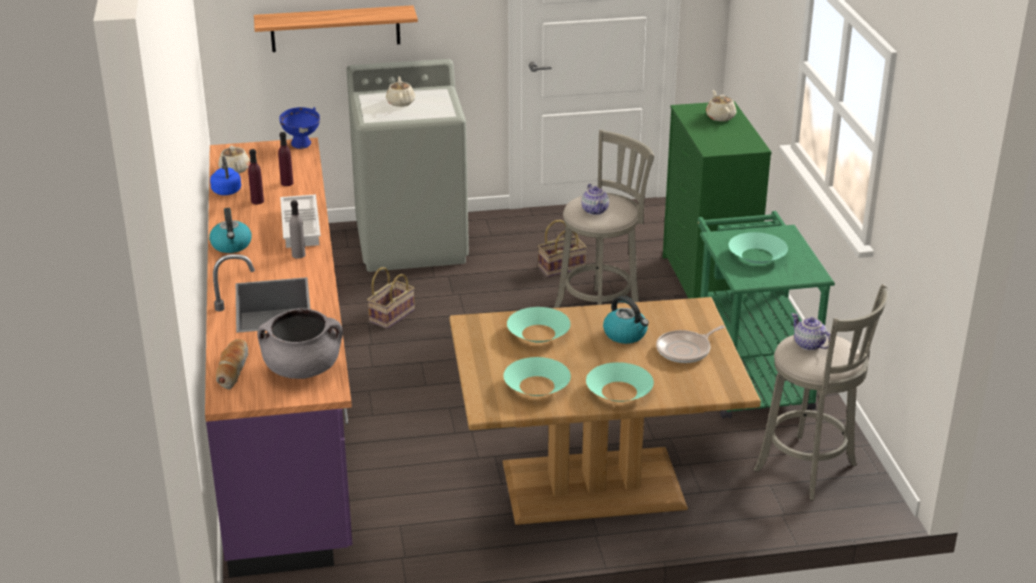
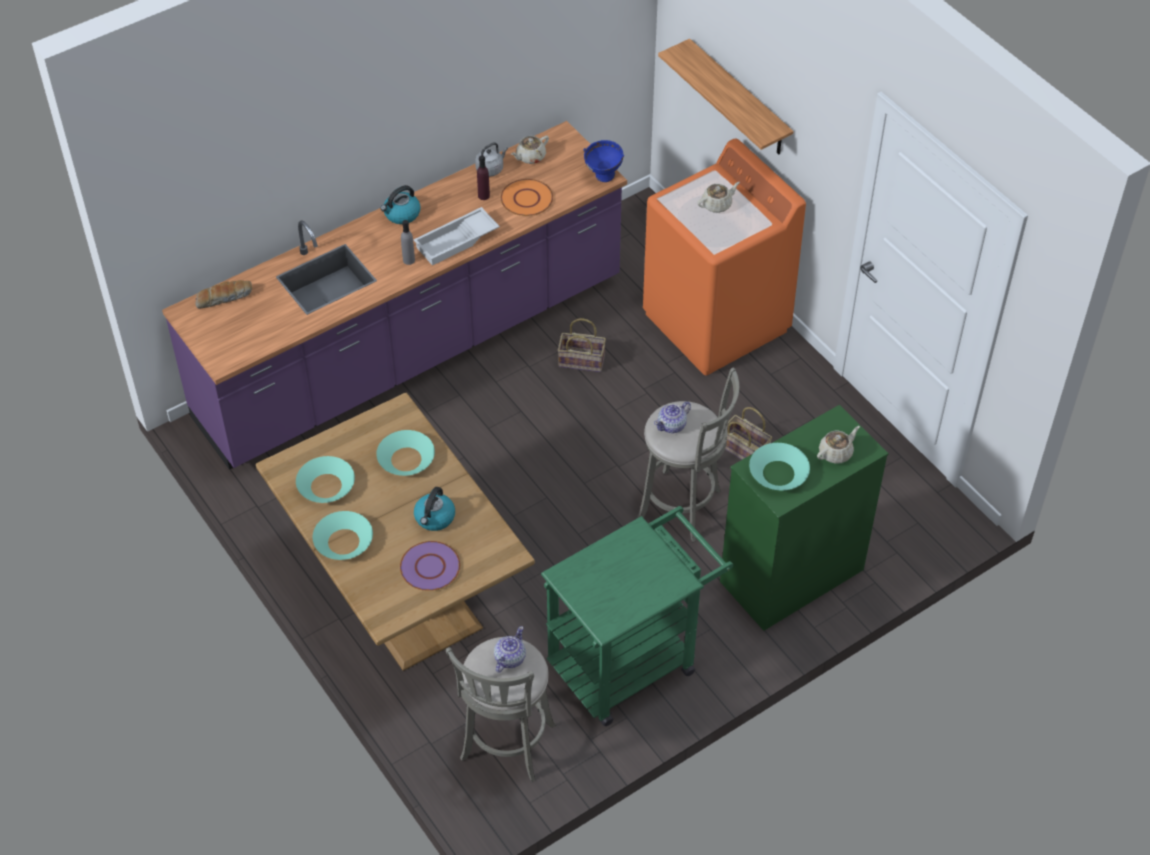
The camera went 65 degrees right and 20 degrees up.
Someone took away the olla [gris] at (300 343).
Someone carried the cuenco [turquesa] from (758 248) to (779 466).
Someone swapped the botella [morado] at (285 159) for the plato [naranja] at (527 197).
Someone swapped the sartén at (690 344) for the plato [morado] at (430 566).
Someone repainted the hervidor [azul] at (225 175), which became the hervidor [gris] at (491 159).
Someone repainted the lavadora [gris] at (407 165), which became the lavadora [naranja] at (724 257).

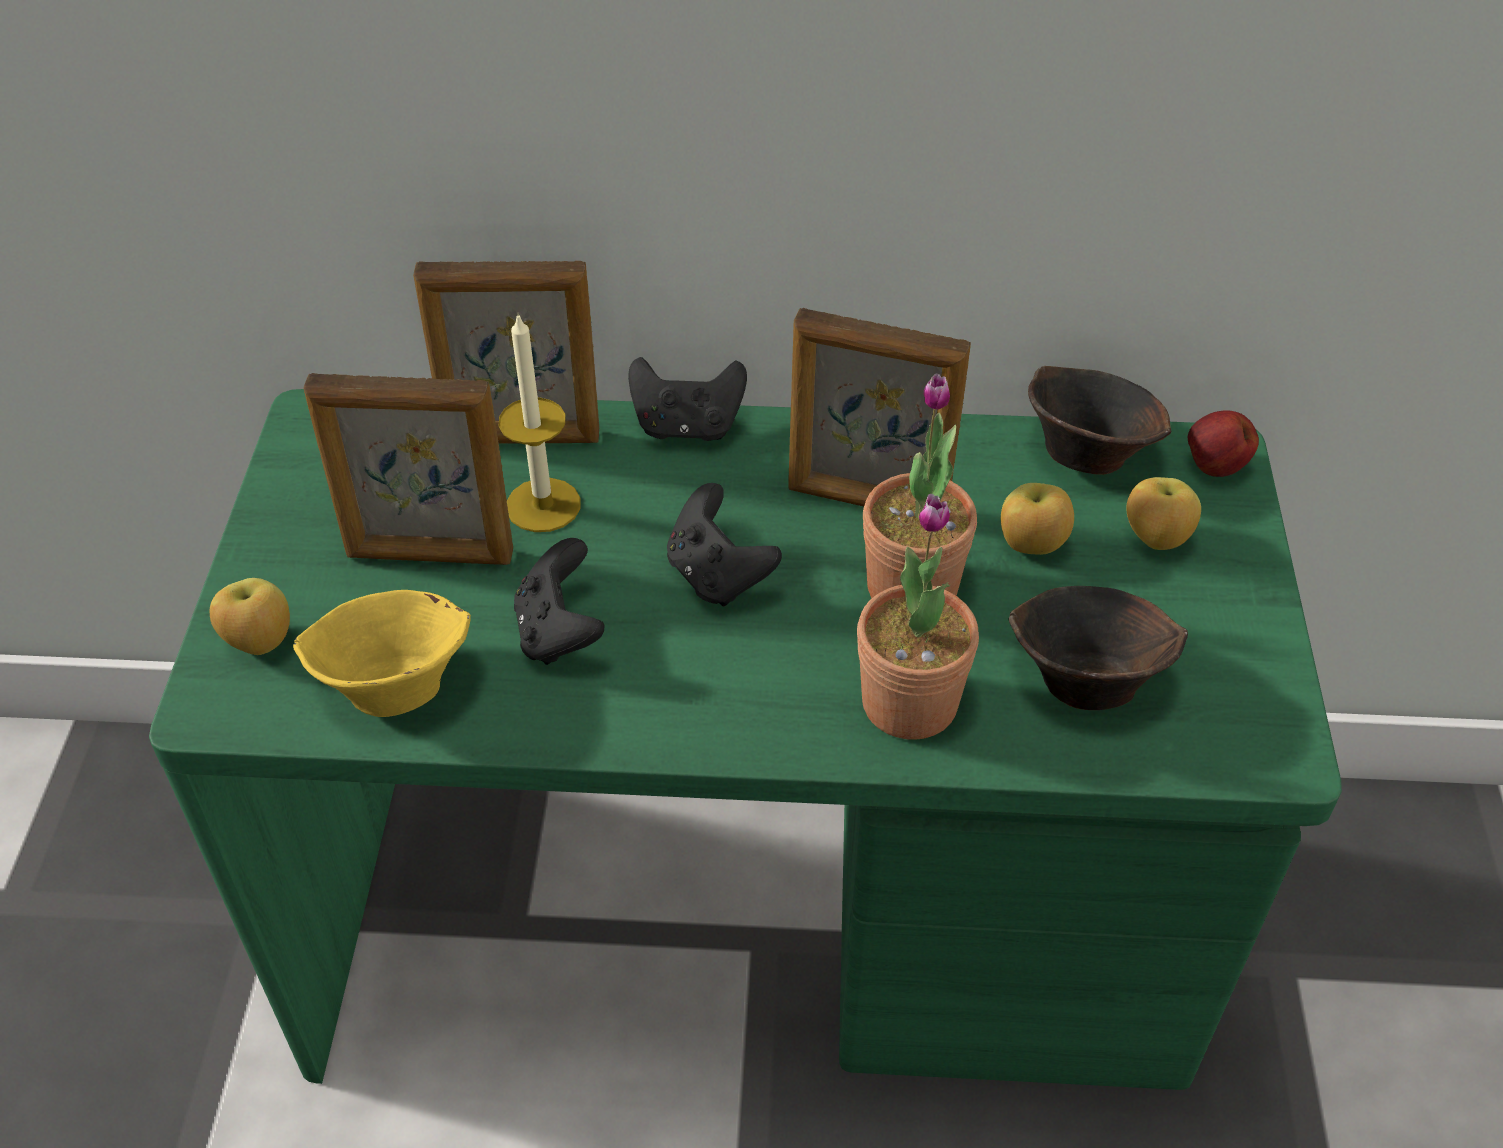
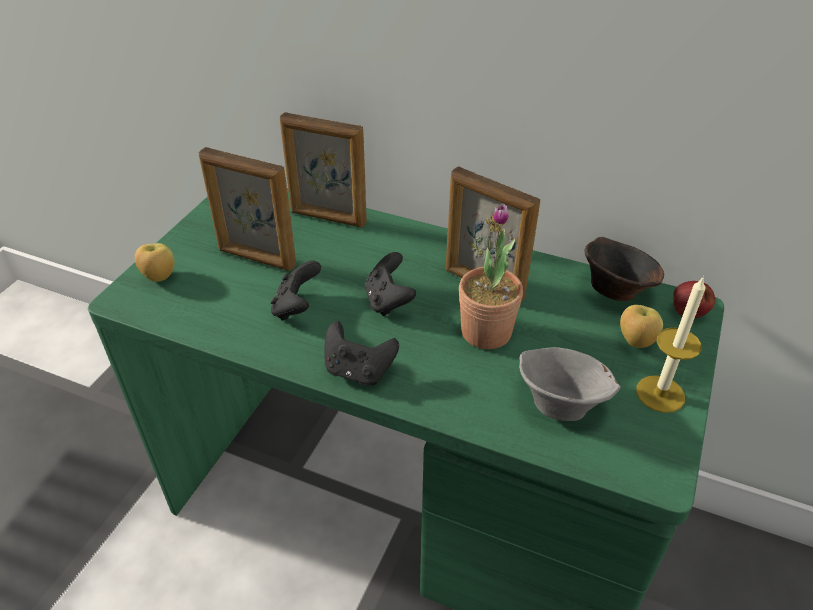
The camera went 20 degrees right and 5 degrees down.
Someone took away the cuenco [amarillo] at (382 653).
Someone took away the planta en maceta at (918 616).
Someone took away the manzana at (1037 519).
Someone carried the vela from (540 422) to (671 344).
Someone carried the mando de consola [negro] from (687 399) to (361 353).
Someone repainted the cuenco [marrón] at (1098 648), which became the cuenco [gris] at (570 384).

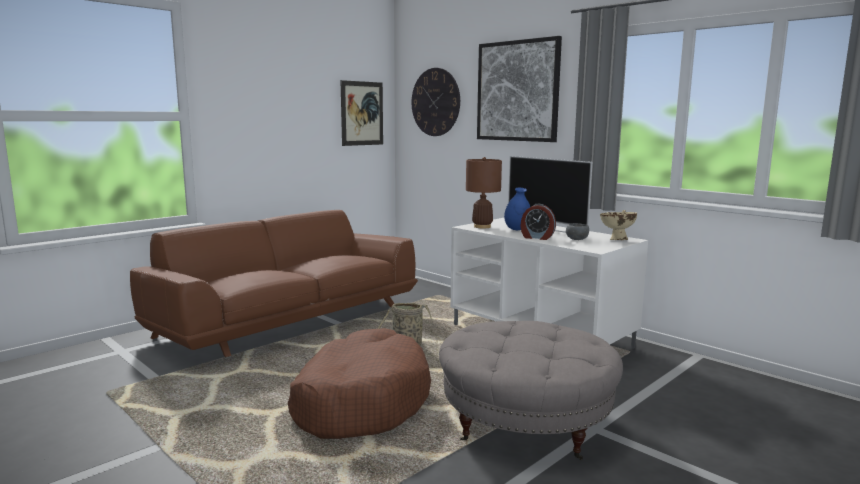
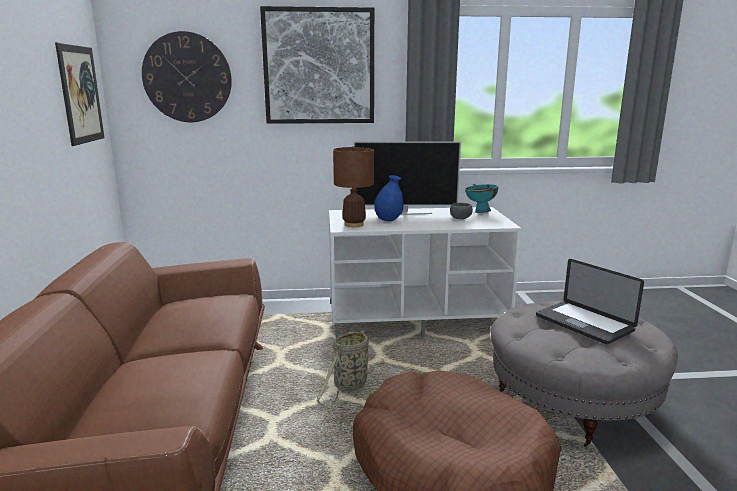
The camera went 50 degrees left and 5 degrees up.
Someone took away the despertador at (538 222).
Someone put down the portátil at (590 301).
Someone repainted the cuenco [beis] at (618 225), which became the cuenco [turquesa] at (481 198).

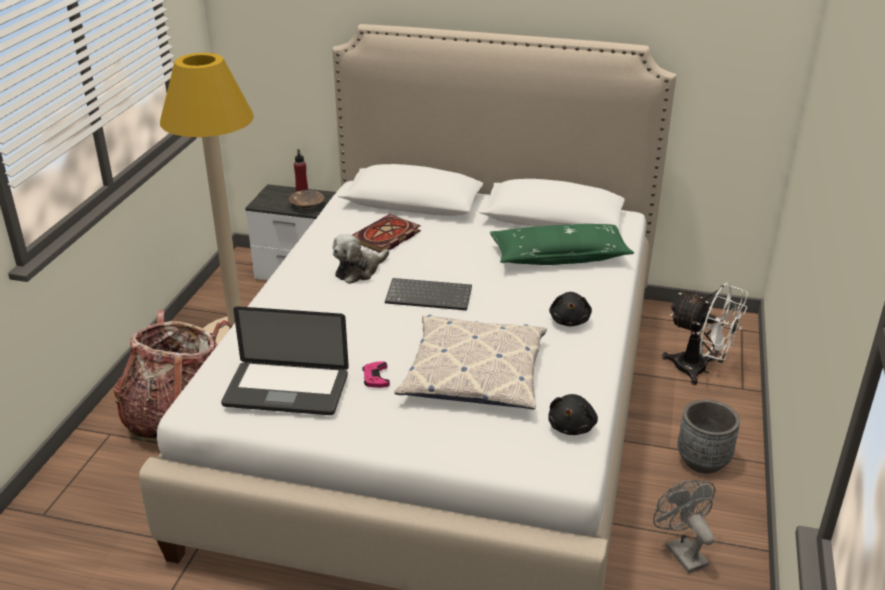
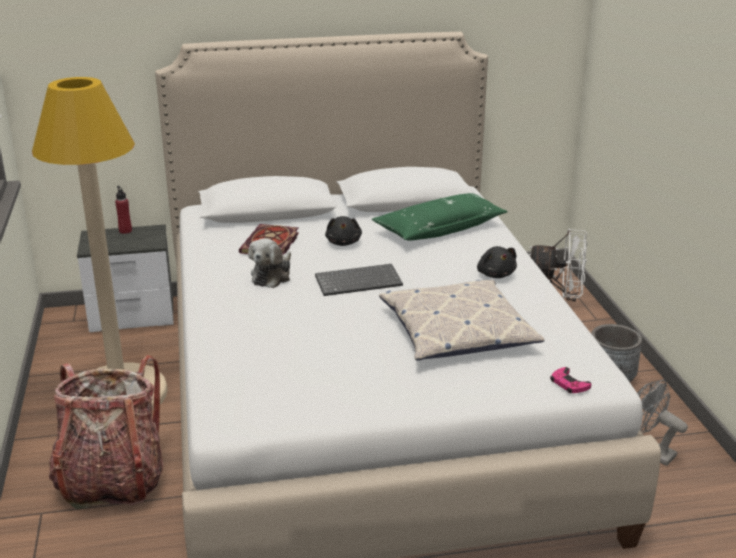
The camera went 25 degrees left and 5 degrees down.
Someone took away the portátil at (285 360).
Someone took away the cuenco [marrón] at (307 200).
Someone carried the mando de consola [rosa] from (376 374) to (570 380).
Someone carried the peluche [negro] from (573 414) to (343 231).

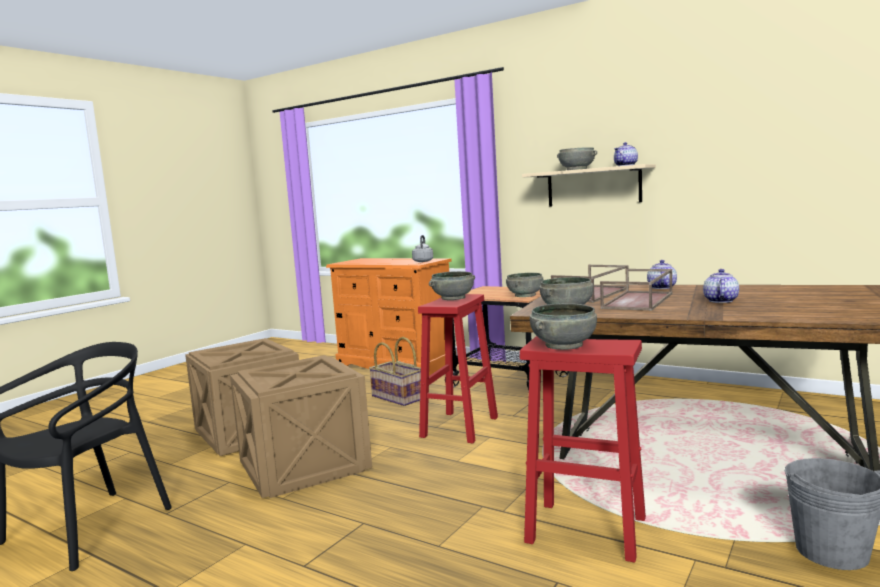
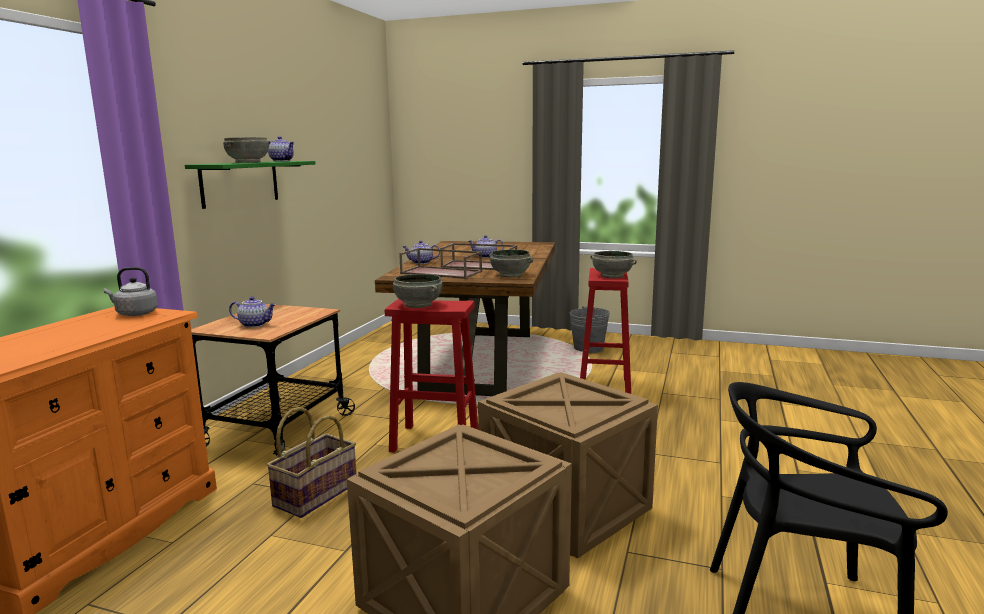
The camera went 105 degrees left and 5 degrees up.
Someone took away the cuenco [gris] at (524 285).
Someone put down the tetera at (252 312).
Someone repainted the estante [beis] at (589 185), which became the estante [verde] at (250 185).

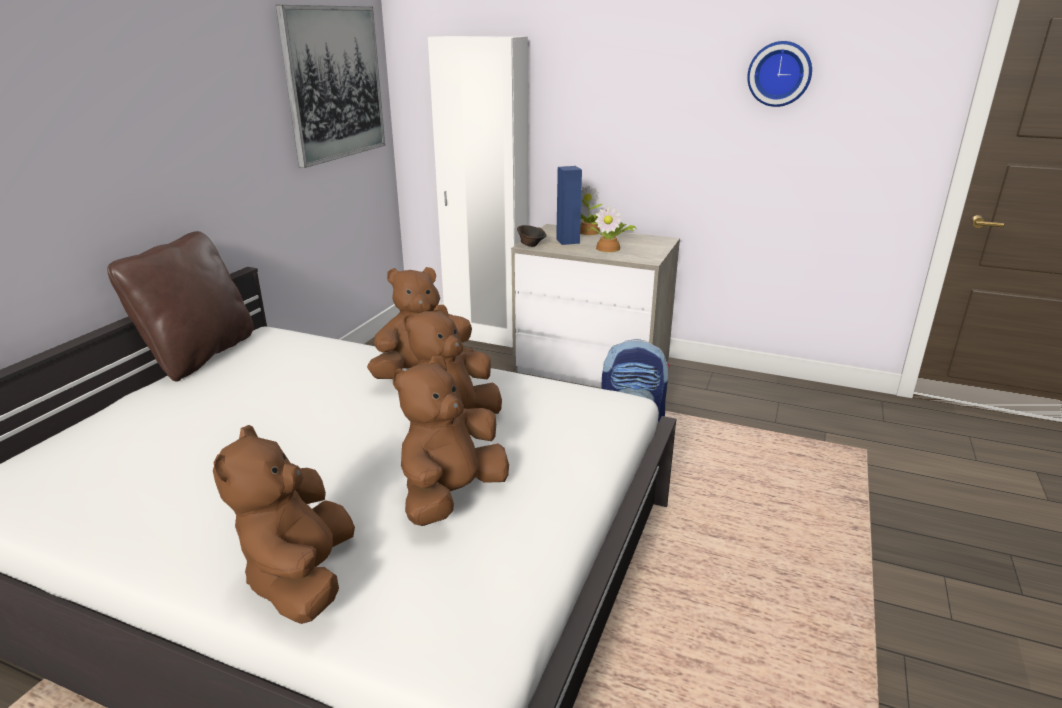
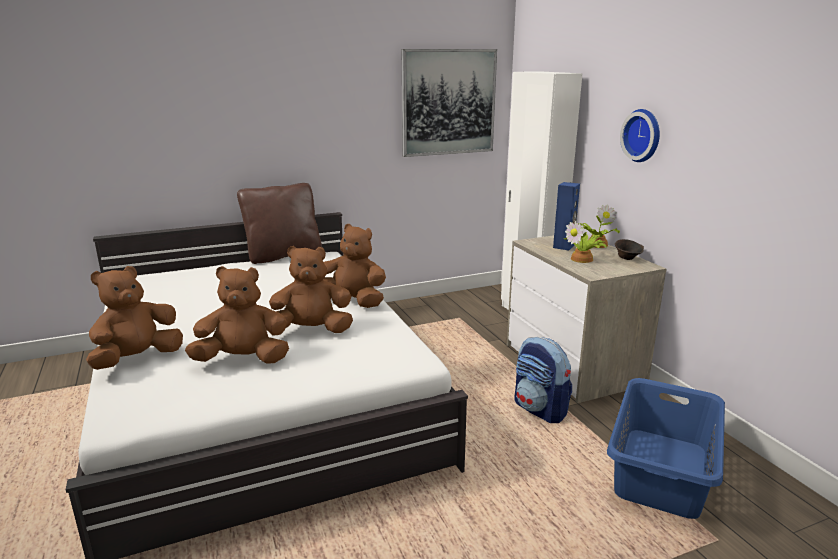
The camera went 45 degrees right and 5 degrees down.
Someone put down the cesto de la ropa [azul] at (666 448).
Someone carried the cuenco [marrón] from (532 236) to (629 249).
Someone carried the reloj de pared from (779 74) to (640 135).

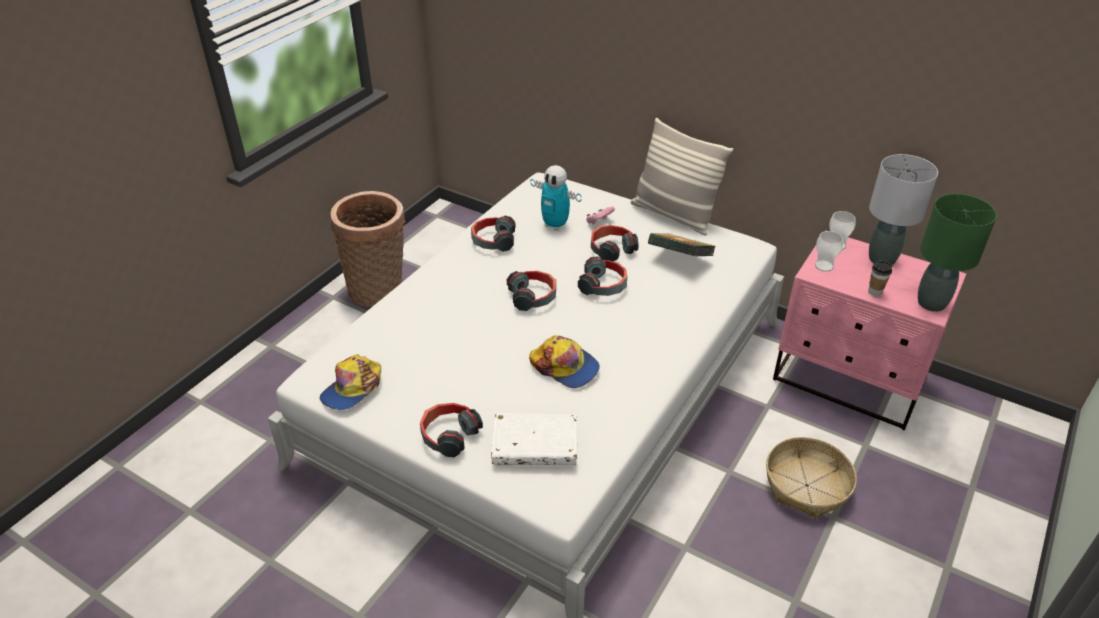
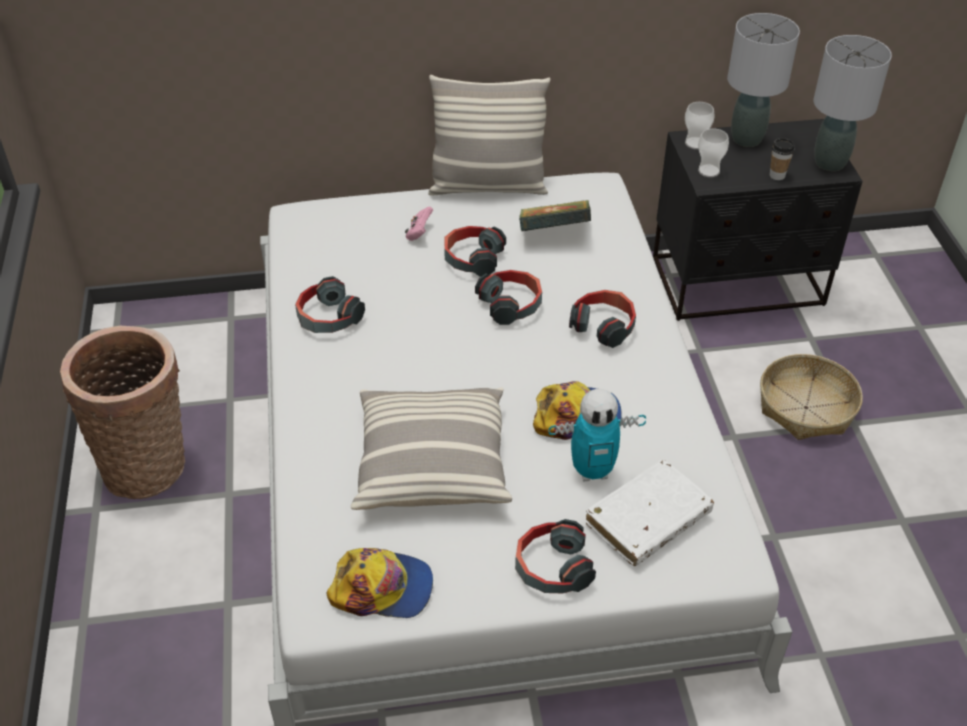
The camera went 40 degrees left and 5 degrees up.
Someone put down the cojín at (431 448).
Someone carried the auriculares from (531 291) to (602 319).
Someone carried the robot de juguete from (556 198) to (597 435).
Someone repainted the mesita de noche [rosa] at (869 330), which became the mesita de noche [negro] at (758 220).
Someone repainted the lámpara de mesa [verde] at (957 253), which became the lámpara de mesa [gris] at (852 103).
Someone rotated the gorra at (350 382) by 75 degrees counterclockwise.

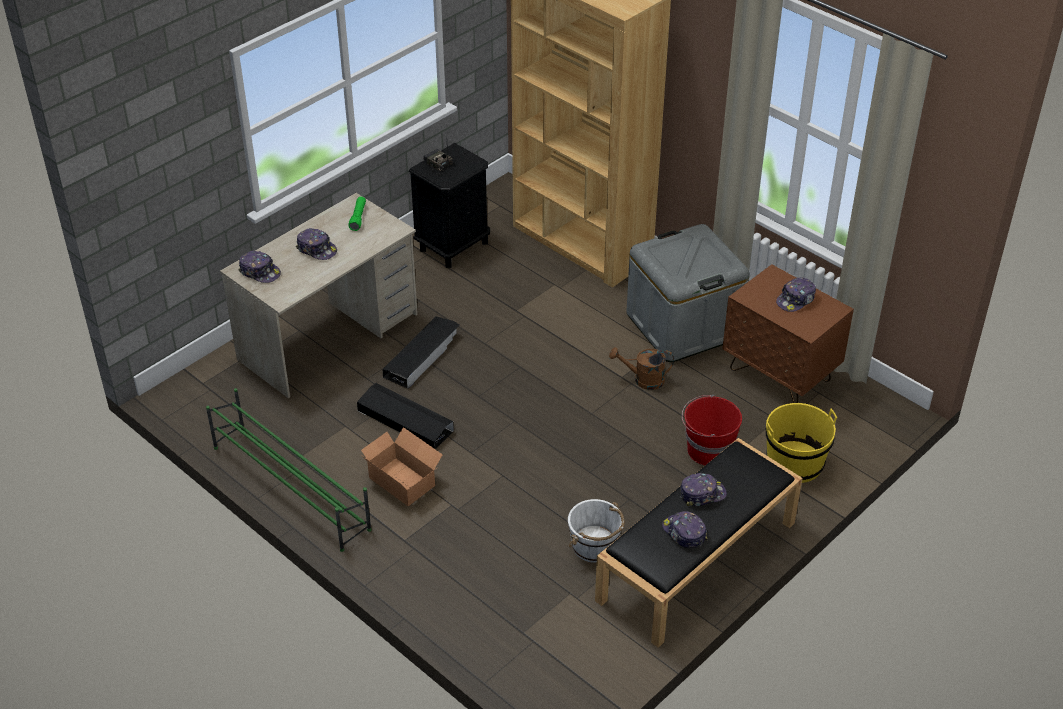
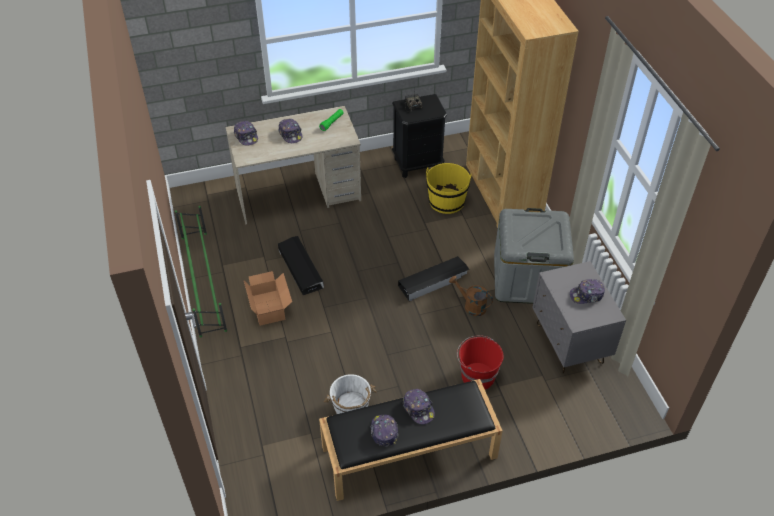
The camera went 30 degrees right and 5 degrees up.
Someone carried the caja de almacenaje [negro] from (421 352) to (433 278).
Someone carried the cubo [amarillo] from (801 443) to (449 188).
Someone repainted the mesita de noche [marrón] at (788 333), which became the mesita de noche [gris] at (579 317).
Someone rotated the gorra at (703 489) by 45 degrees clockwise.

